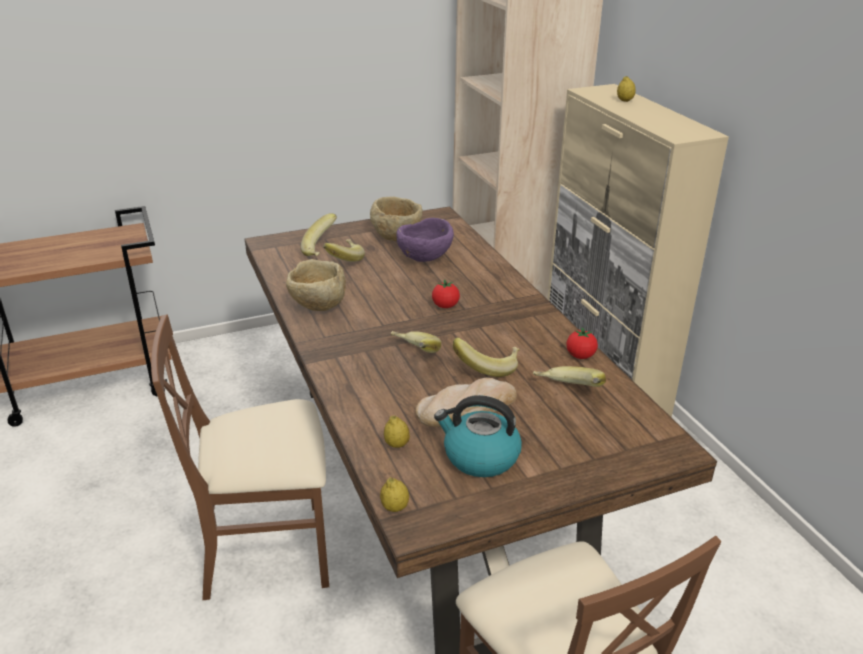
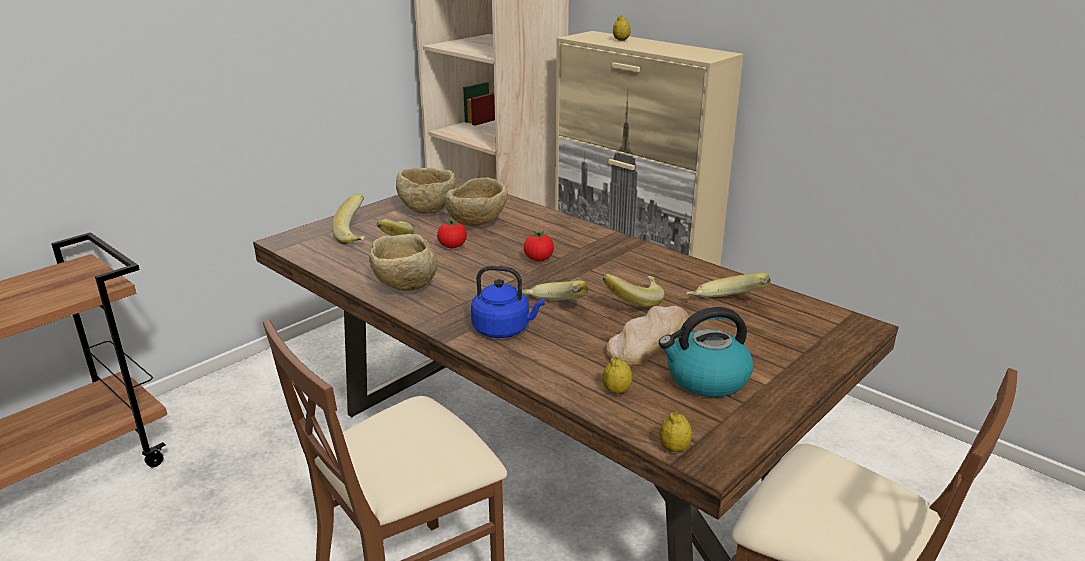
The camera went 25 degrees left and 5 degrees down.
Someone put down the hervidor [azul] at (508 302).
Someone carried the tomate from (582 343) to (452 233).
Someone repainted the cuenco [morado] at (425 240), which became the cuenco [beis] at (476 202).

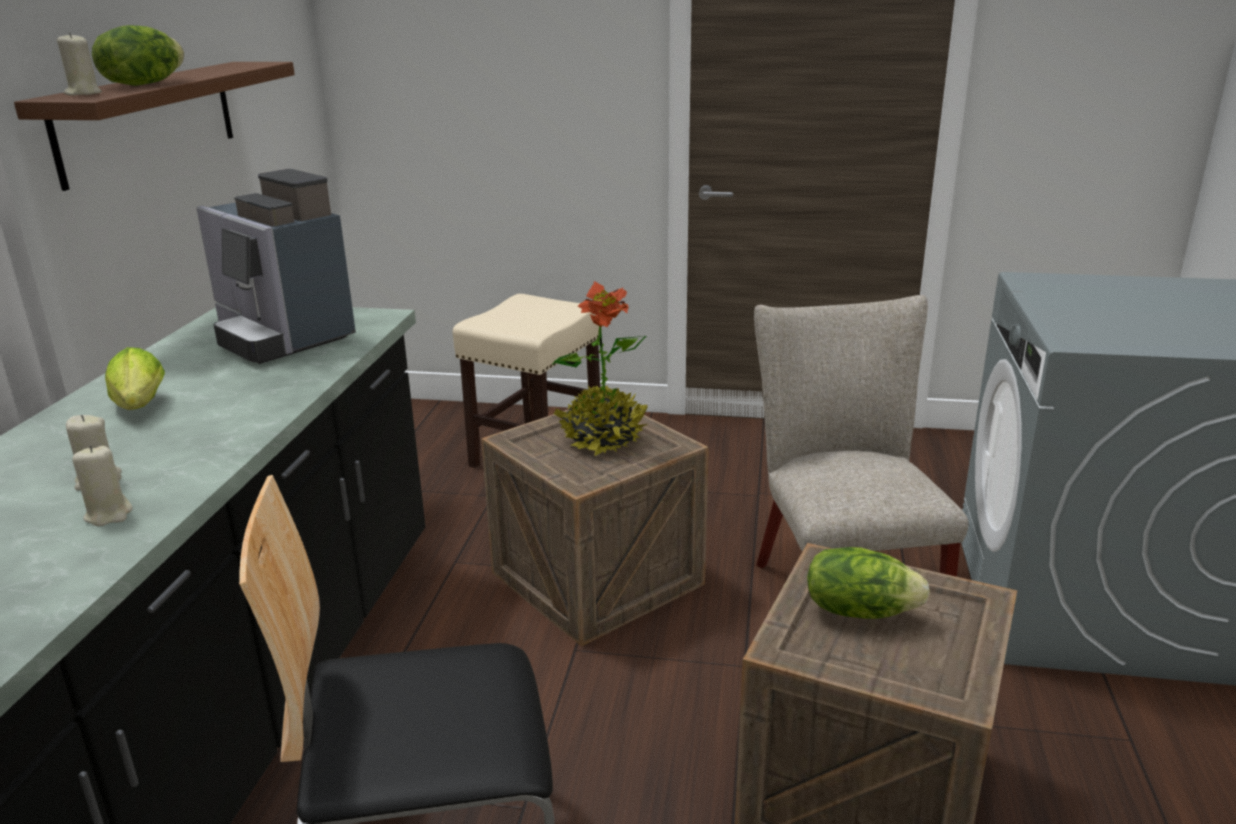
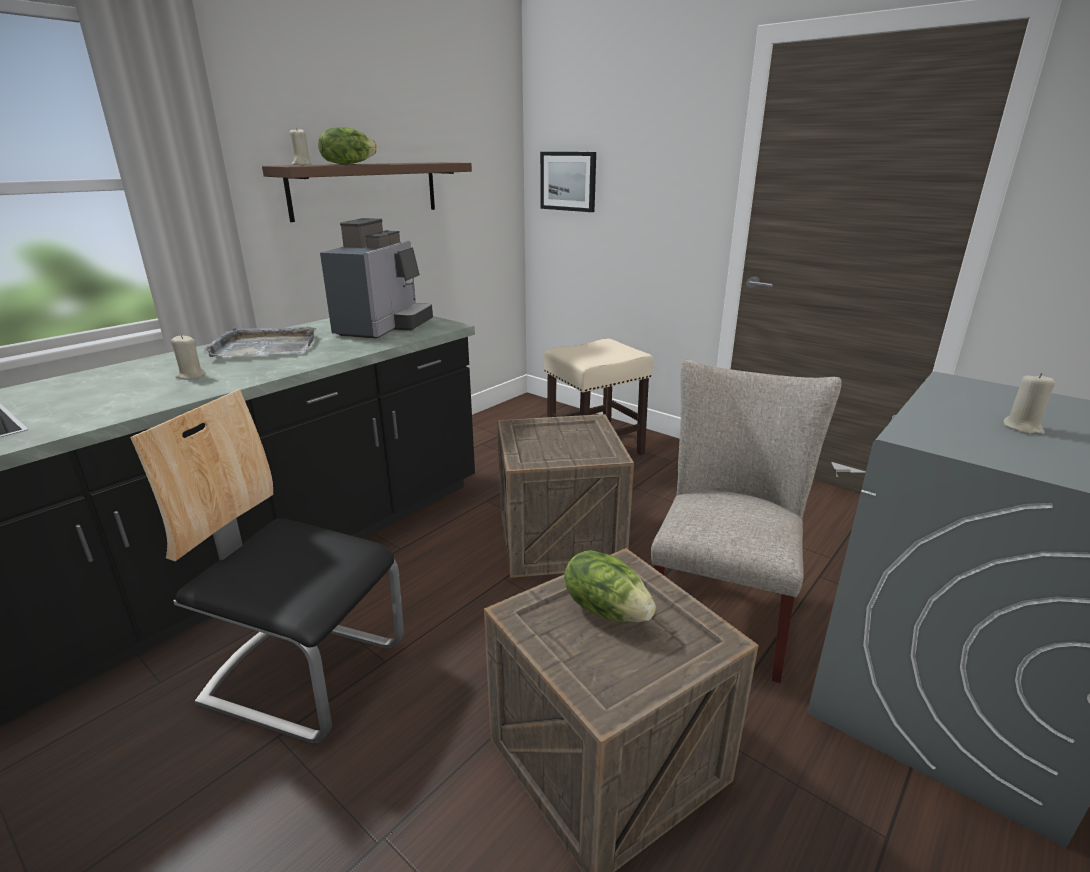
The camera went 30 degrees right and 0 degrees up.
Someone took away the planta en maceta at (600 368).
Someone put up the cuadro at (568 182).
Someone carried the vela [beis] from (102 485) to (1029 403).
Someone swapped the lechuga at (135 378) for the bandeja [gris] at (260 342).
Someone rotated the cafetera at (276 266) by 150 degrees counterclockwise.

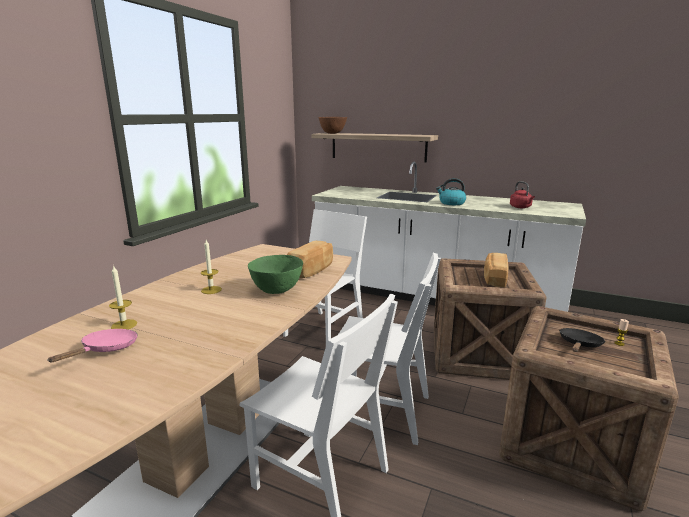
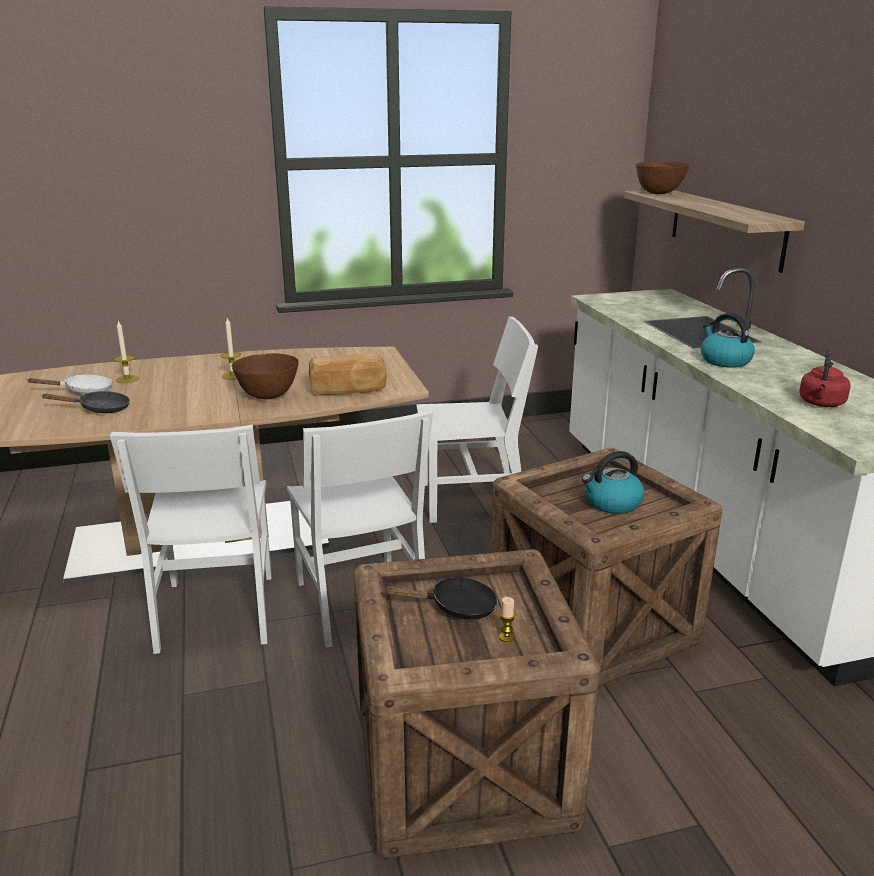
The camera went 50 degrees right and 5 degrees up.
Someone put down the sartén [negro] at (85 402).
Someone swapped the pan at (496 270) for the hervidor at (613 482).
Someone repainted the sartén [rosa] at (92 345), which became the sartén [blanco] at (70 384).
Someone repainted the cuenco [verde] at (275 274), which became the cuenco [marrón] at (265 376).

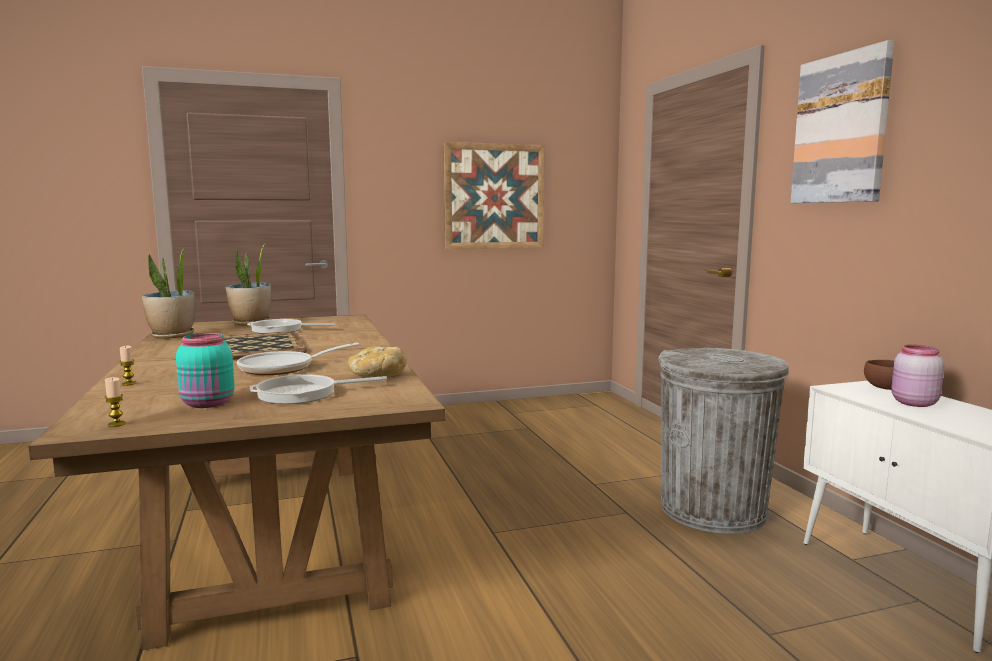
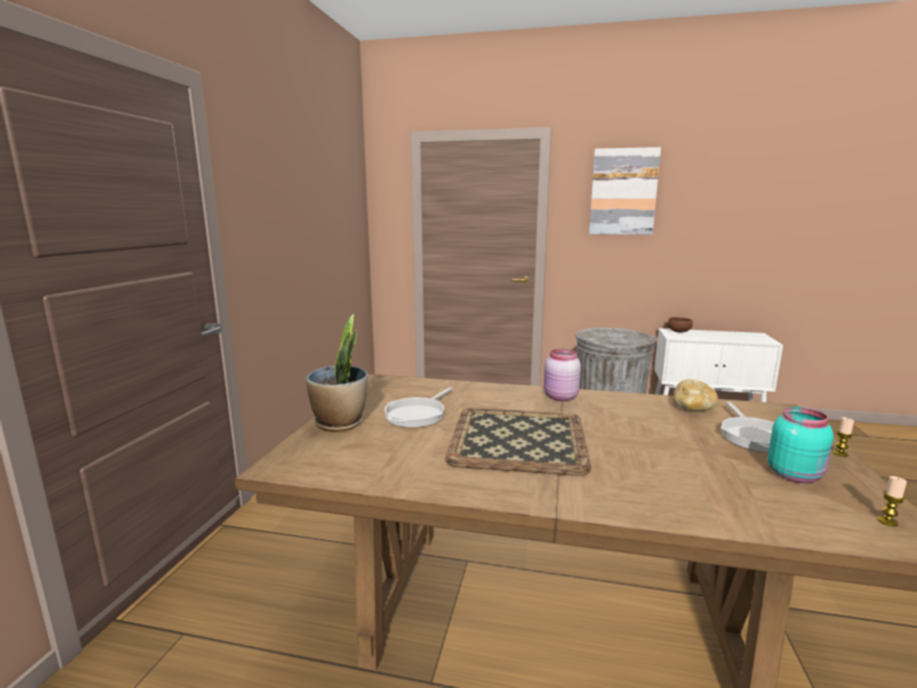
The camera went 60 degrees left and 5 degrees up.
Someone took away the planta en maceta at (168 293).
Someone took away the sartén at (298 358).
Someone took away the cuadro at (494 196).
Someone carried the vela from (127 366) to (843 437).
Someone carried the tarro [rosa] from (918 376) to (562 375).

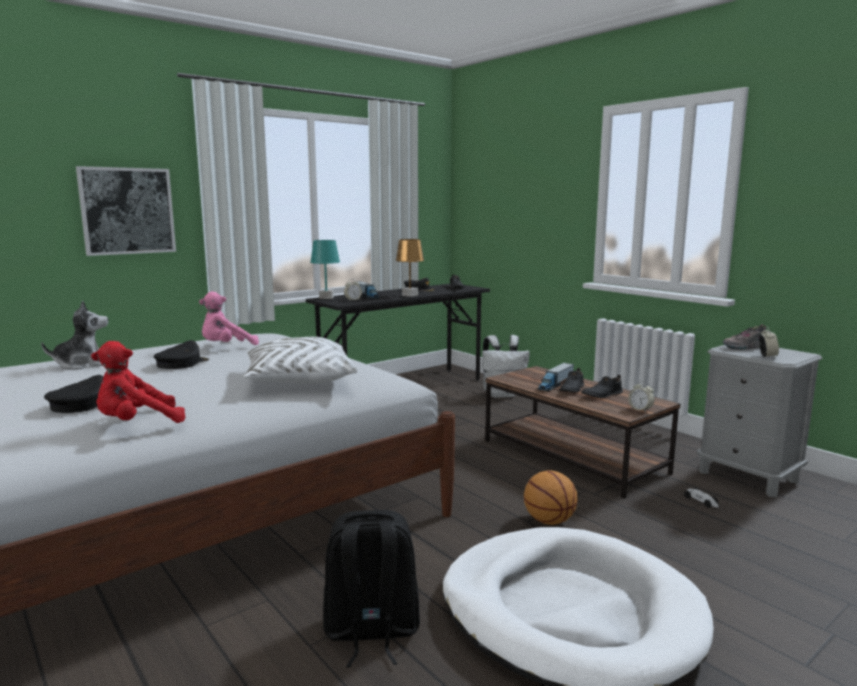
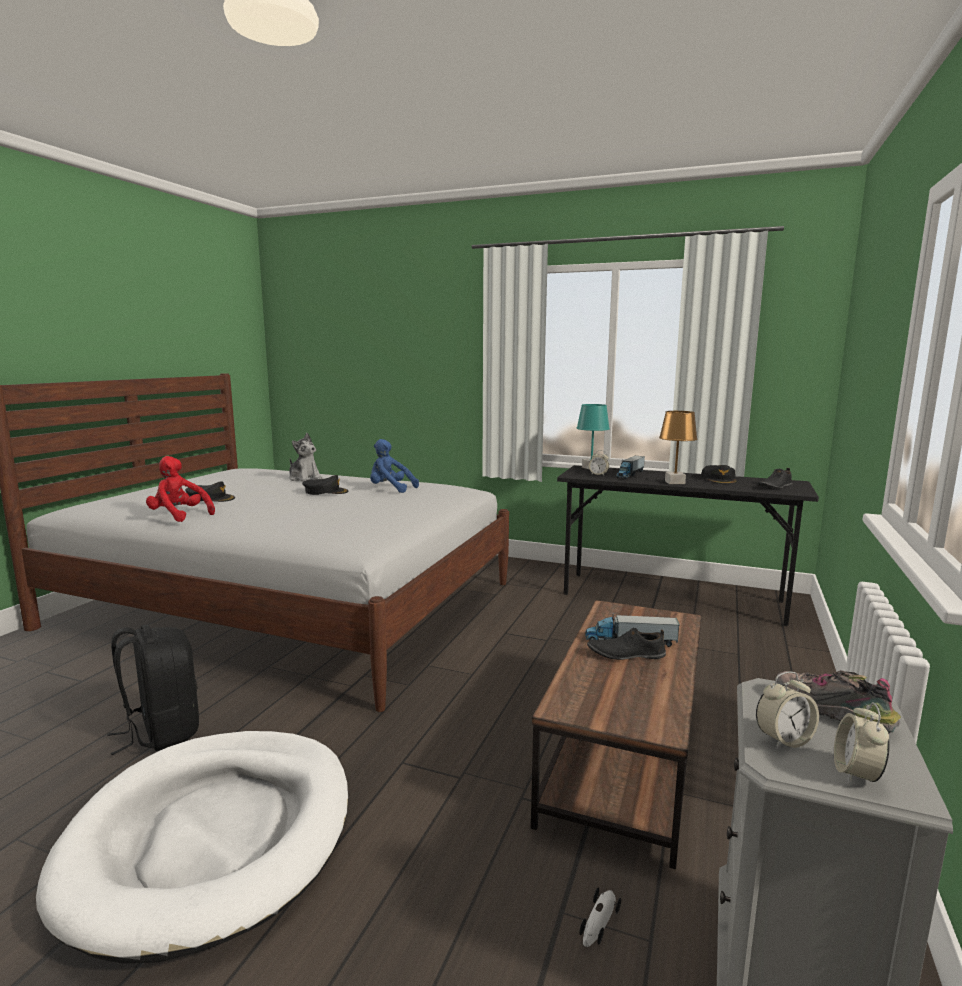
The camera went 60 degrees right and 0 degrees up.
Someone took away the cuadro at (126 211).
Someone took away the cojín [blanco] at (300 360).
Someone took away the mochila [blanco] at (506 366).
Someone took away the balón de baloncesto at (551 497).
Someone took away the zapato [negro] at (602 386).
Someone carried the despertador from (641 396) to (862 743).
Someone repainted the peluche [rosa] at (229 318), which became the peluche [azul] at (394 466).

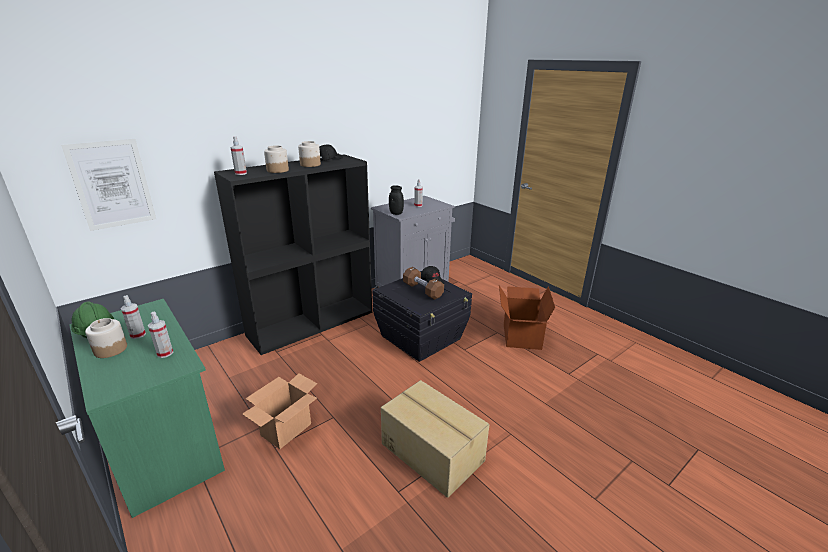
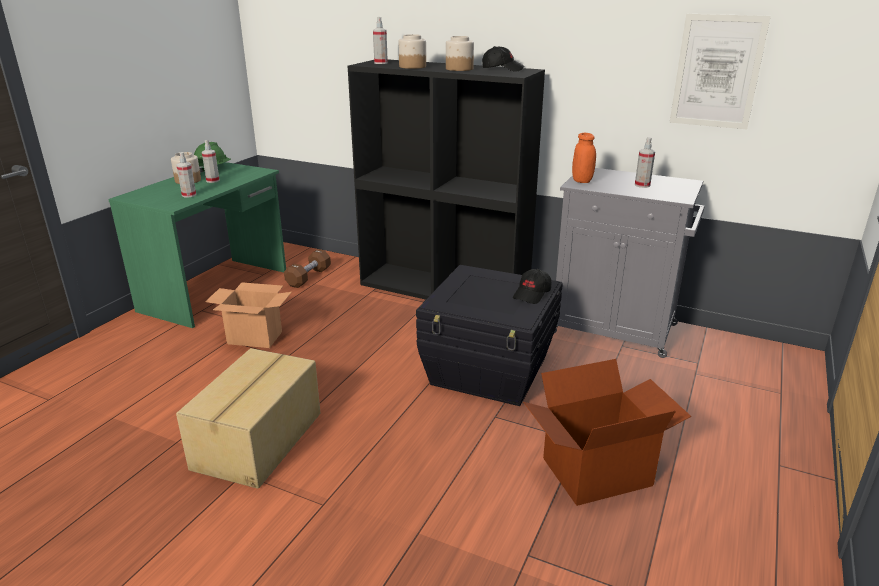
The camera went 65 degrees right and 0 degrees up.
Someone carried the cuadro from (108 185) to (720 71).
Someone carried the mancuerna [marrón] from (423 283) to (307 268).
Someone repainted the tarro [negro] at (396 200), which became the tarro [naranja] at (584 158).

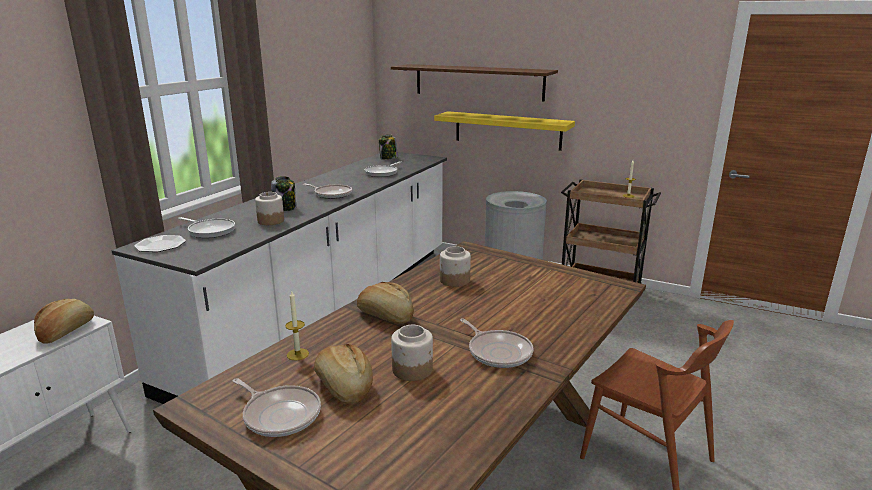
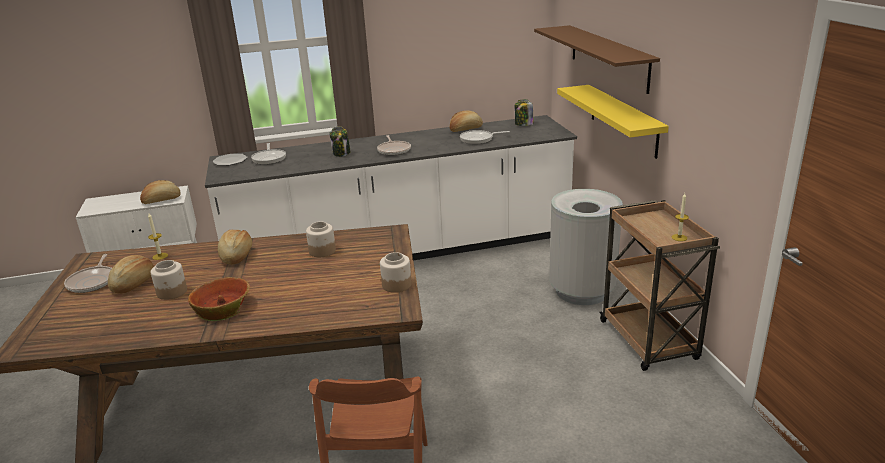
The camera went 50 degrees right and 5 degrees up.
Someone put down the pan at (466 121).
Someone carried the tarro from (269 208) to (395 272).
Someone swapped the sartén at (497 343) for the cuenco at (219 299).

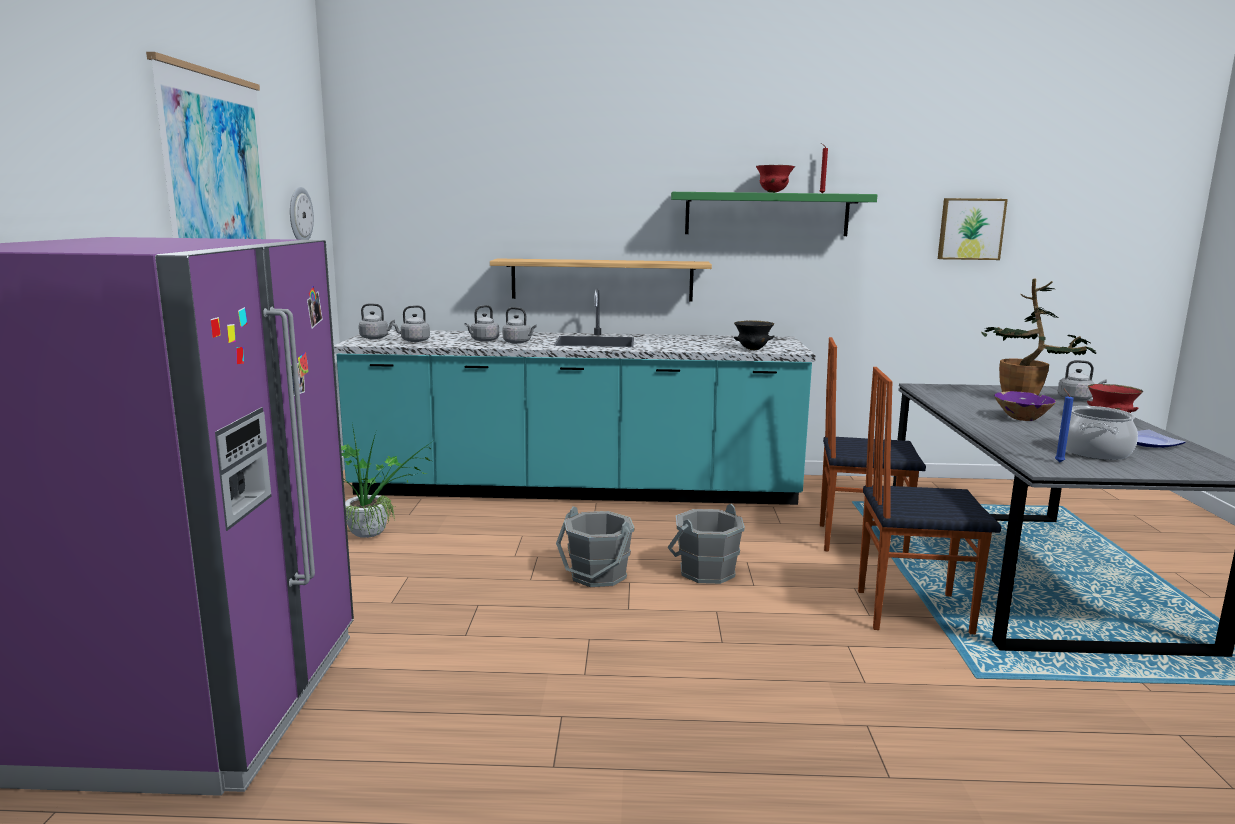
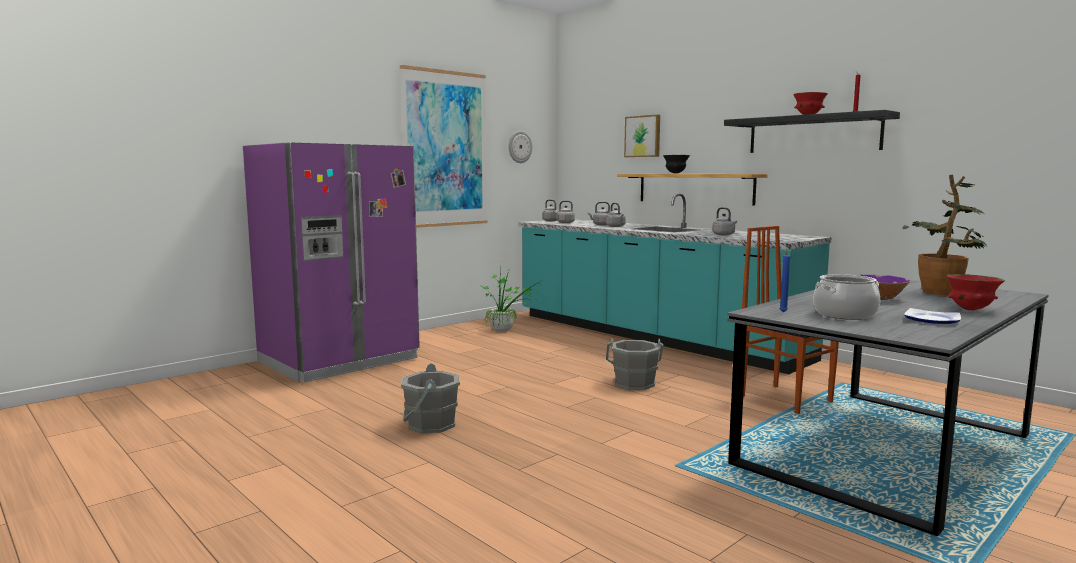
The camera went 45 degrees right and 5 degrees down.
Someone took away the silla at (930 500).
Someone carried the cubo [gris] from (595 546) to (430 398).
Someone carried the cuenco [negro] from (754 335) to (676 164).
Someone carried the cuadro from (973 229) to (642 136).
Someone carried the hervidor [gris] from (1082 380) to (724 221).
Someone repainted the estante [verde] at (774 214), which became the estante [negro] at (812 131).

